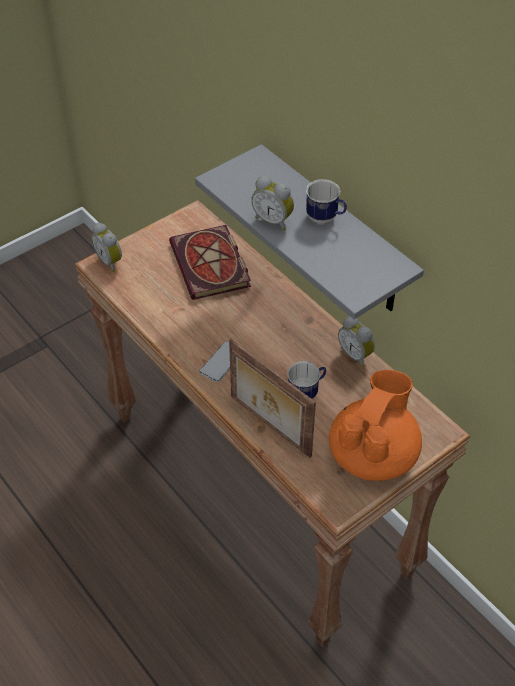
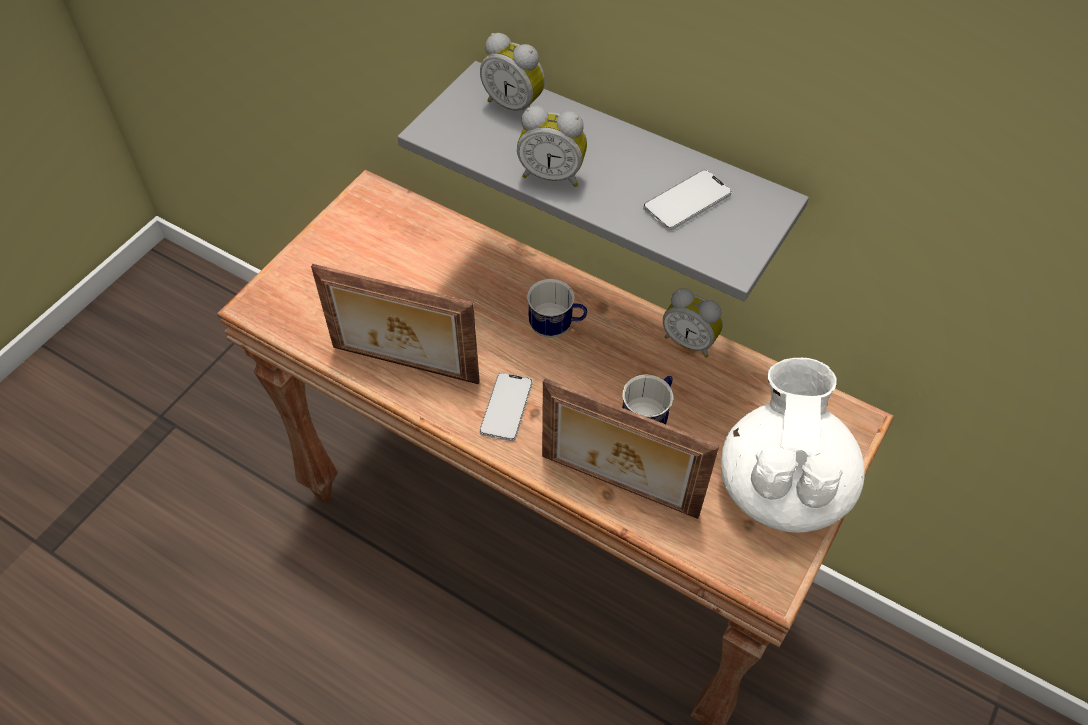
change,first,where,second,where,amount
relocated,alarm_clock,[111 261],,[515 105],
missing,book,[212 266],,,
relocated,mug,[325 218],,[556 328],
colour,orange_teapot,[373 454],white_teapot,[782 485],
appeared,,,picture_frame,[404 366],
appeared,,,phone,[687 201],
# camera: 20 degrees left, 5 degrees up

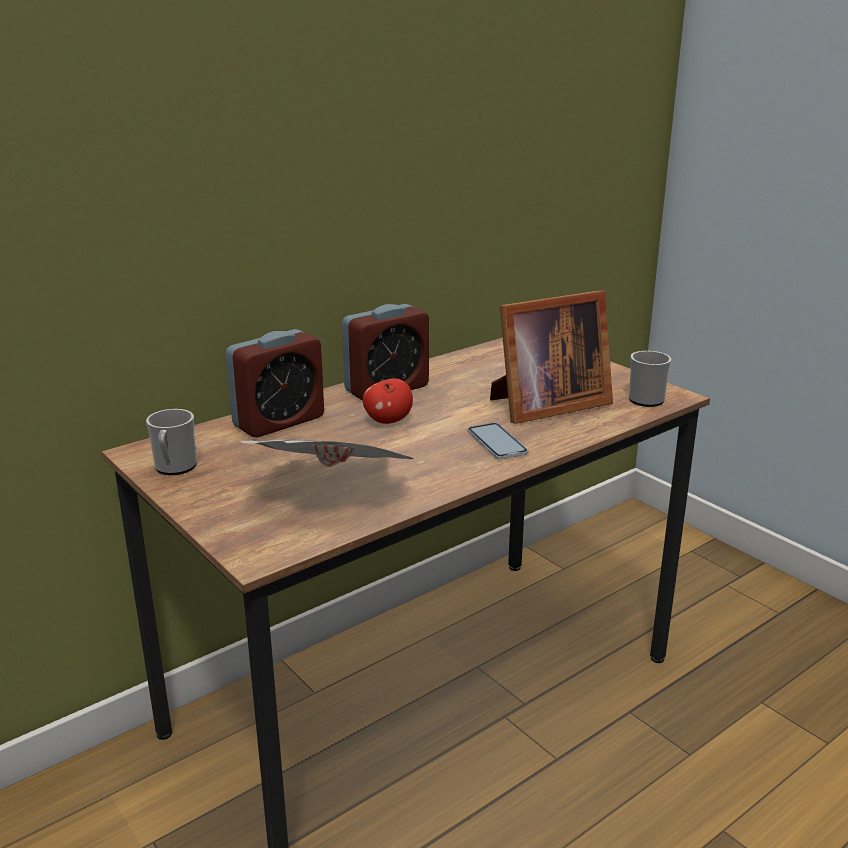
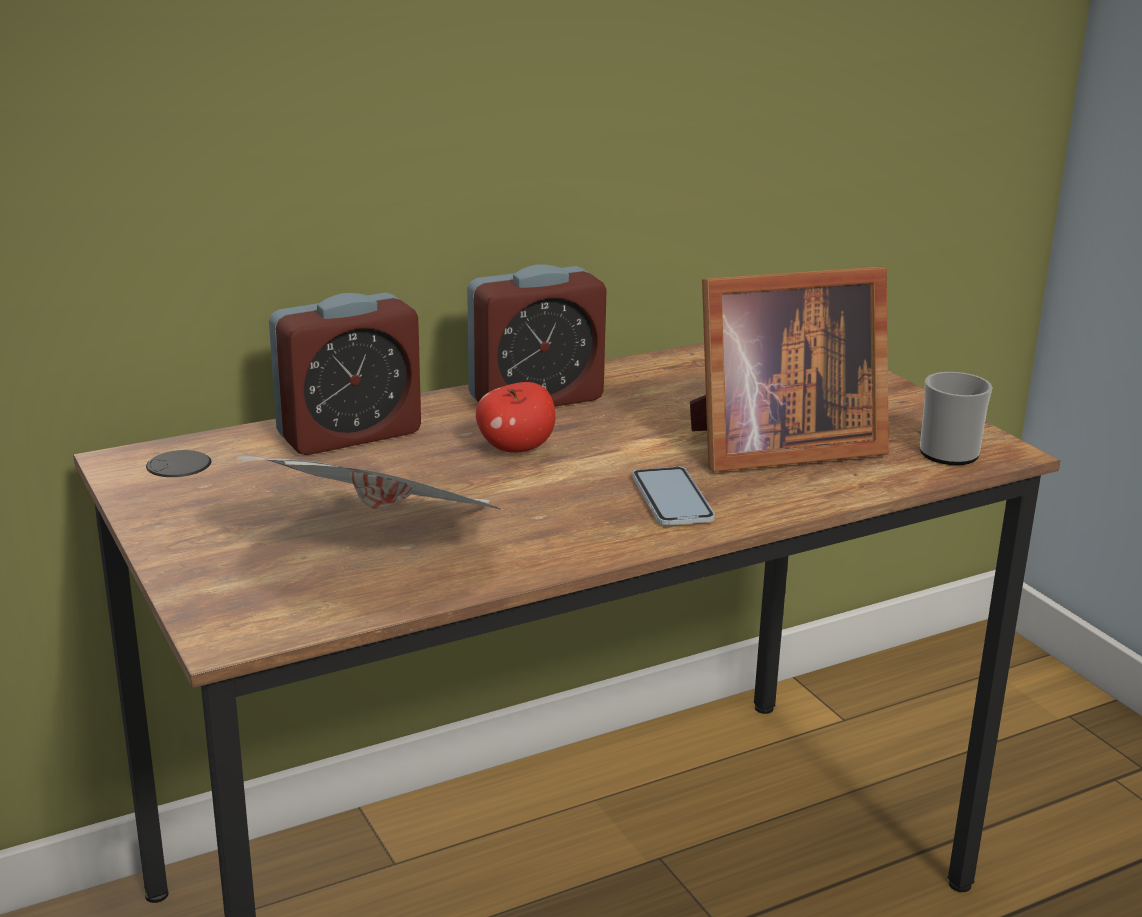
change,first,where,second,where,amount
missing,mug,[174 468],,,
# camera: 10 degrees right, 0 degrees up

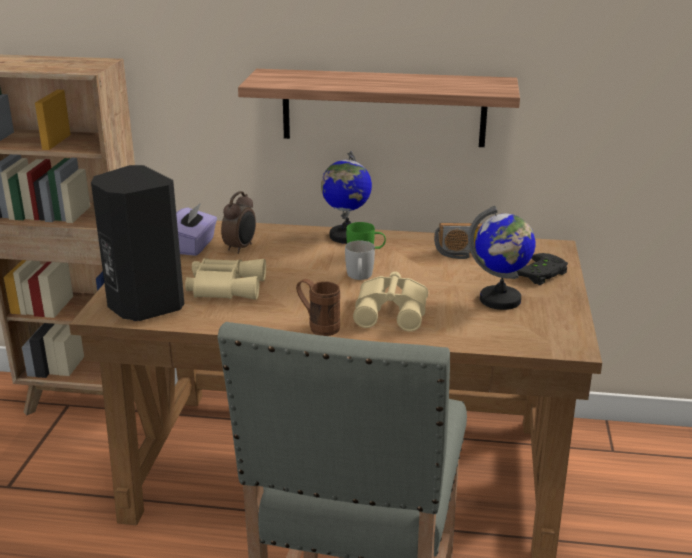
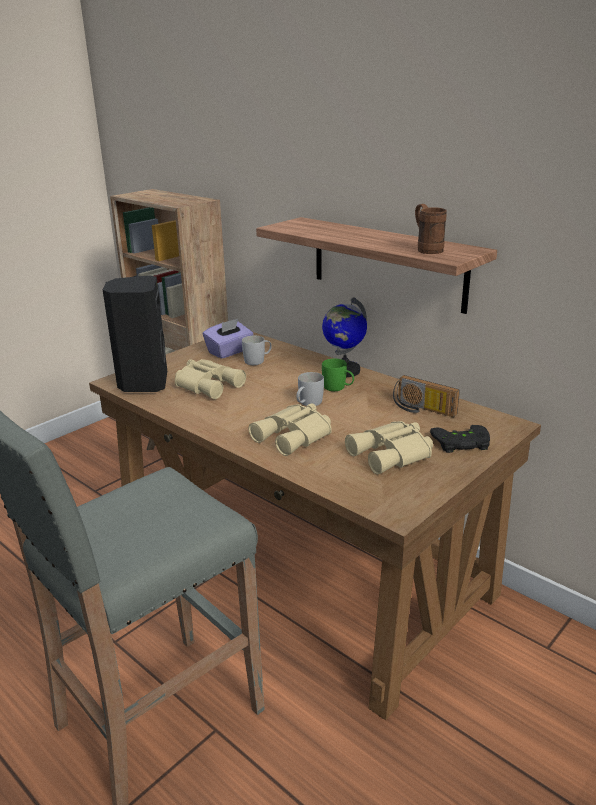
change,first,where,second,where,amount
exchanged,alarm_clock,[241 248],white_mug,[258 360],
relocated,brown_mug,[318 326],,[426 249],
exchanged,globe,[500 300],beige_binoculars,[392 454],
# camera: 35 degrees right, 0 degrees up

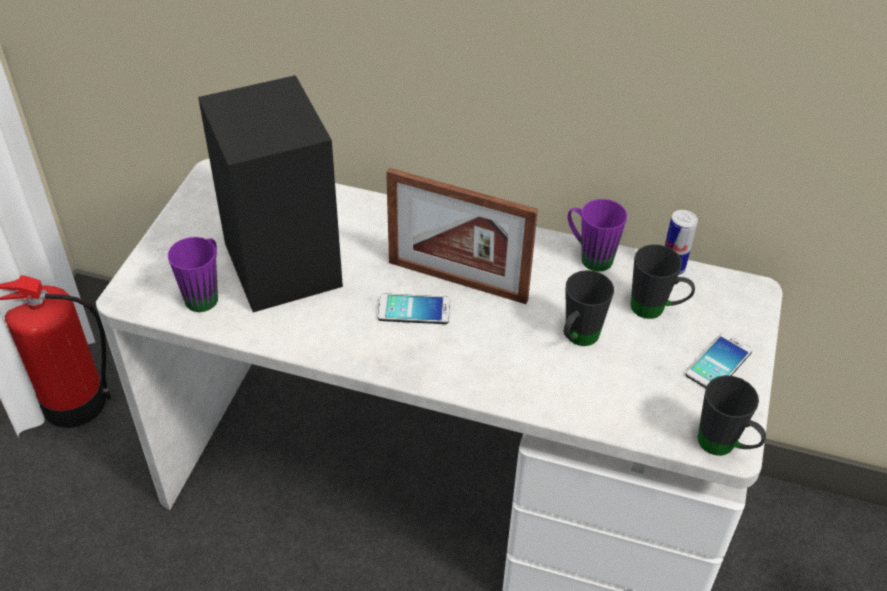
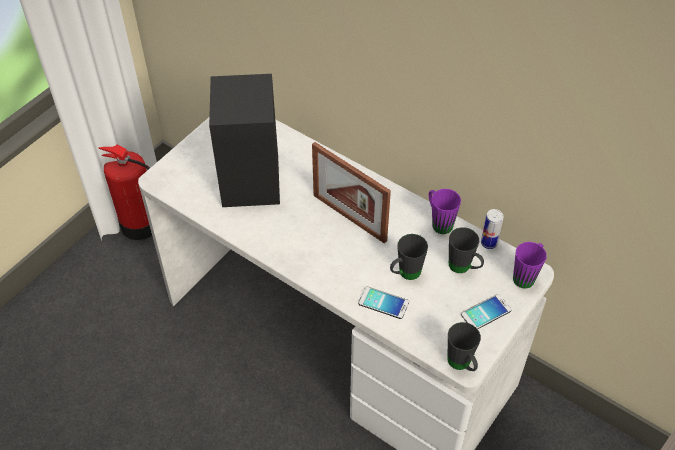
change,first,where,second,where,amount
relocated,purple_mug,[206 293],,[526 275],
relocated,phone,[414 310],,[383 303],
# camera: 20 degrees right, 5 degrees up

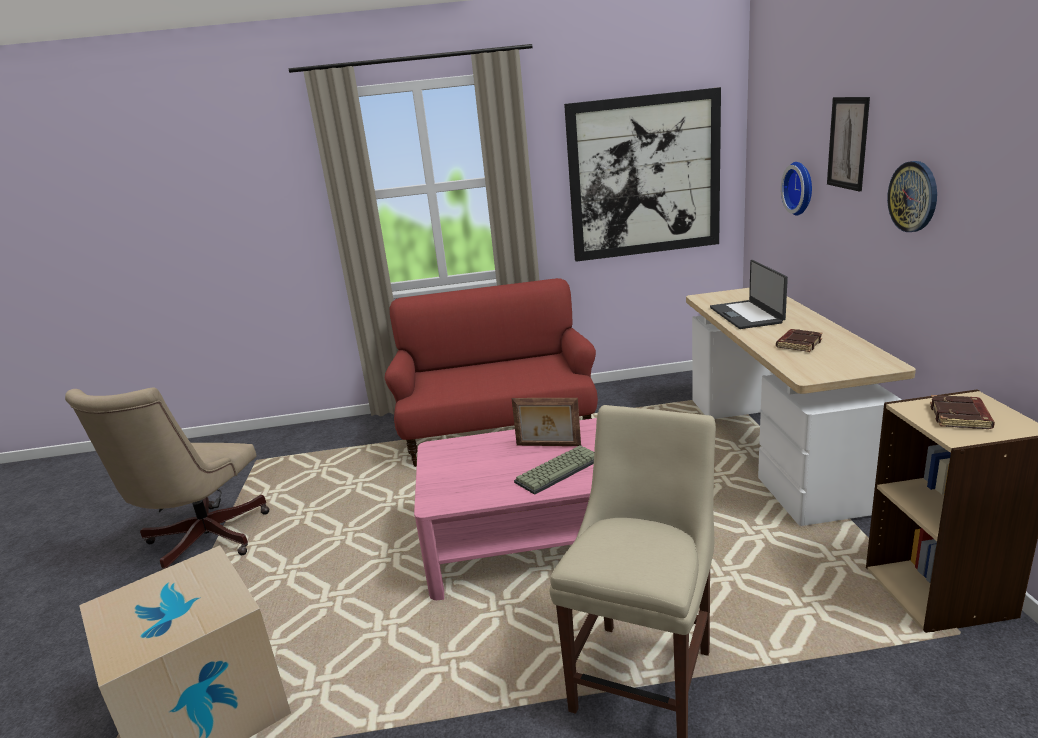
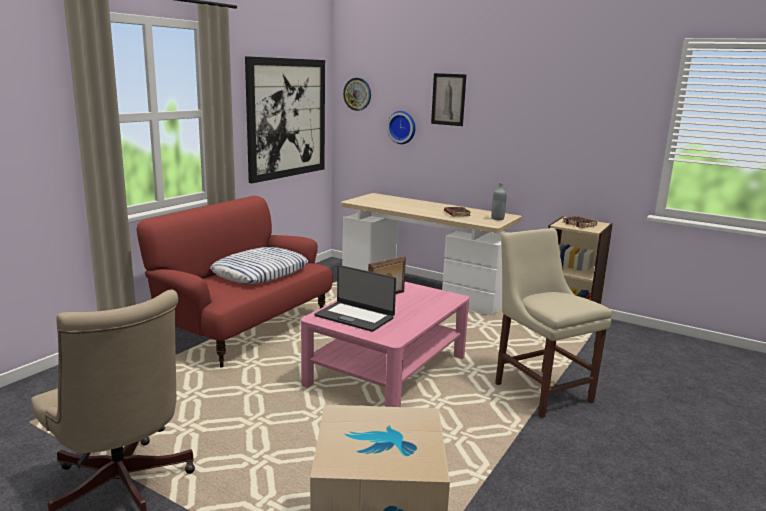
change,first,where,second,where,amount
missing,keyboard,[558 469],,,
relocated,laptop,[747 315],,[355 316],
relocated,wall_clock,[913 196],,[357 94],
appeared,,,pillow,[260 272],
appeared,,,grey_bottle,[497 219],
# camera: 55 degrees left, 5 degrees down

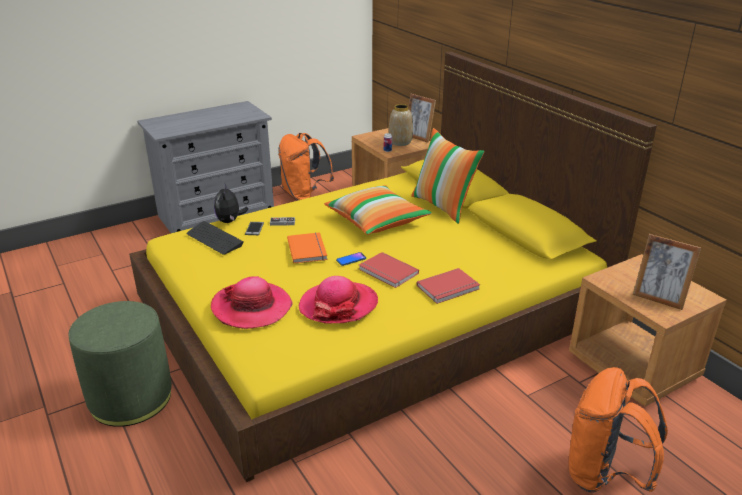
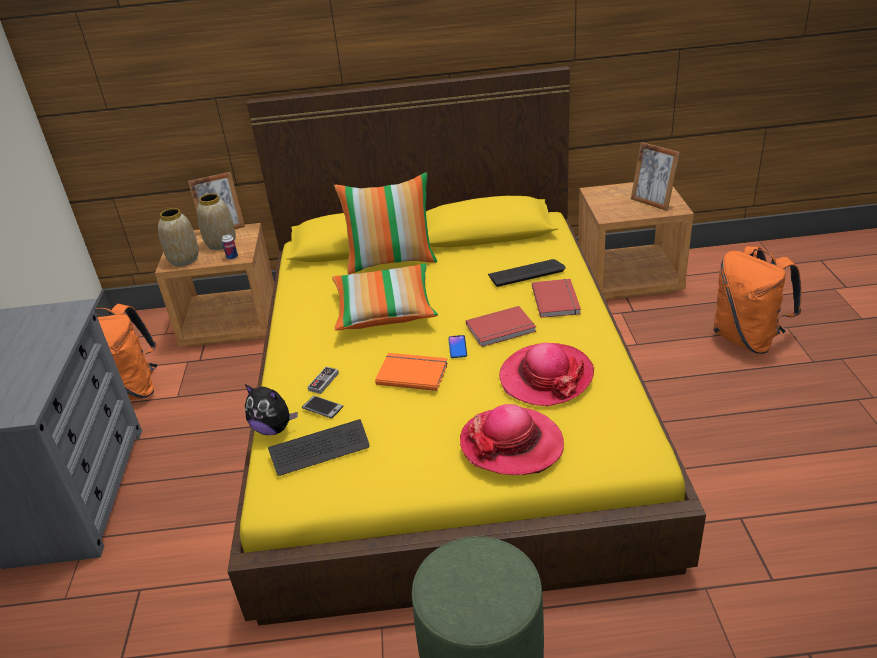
change,first,where,second,where,amount
spun,picture_frame,[658 299],,[652 202],75 degrees clockwise
appeared,,,vase,[183 259],
appeared,,,keyboard,[526 273],
# camera: 60 degrees left, 5 degrees up

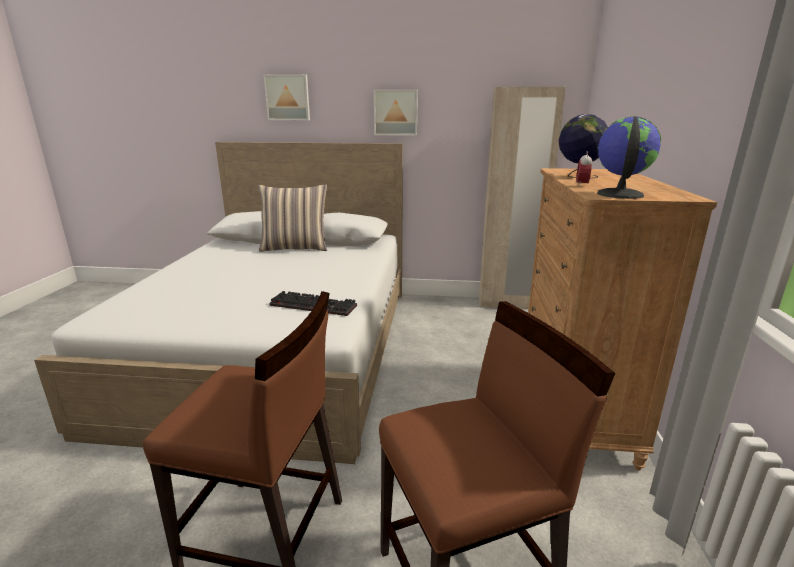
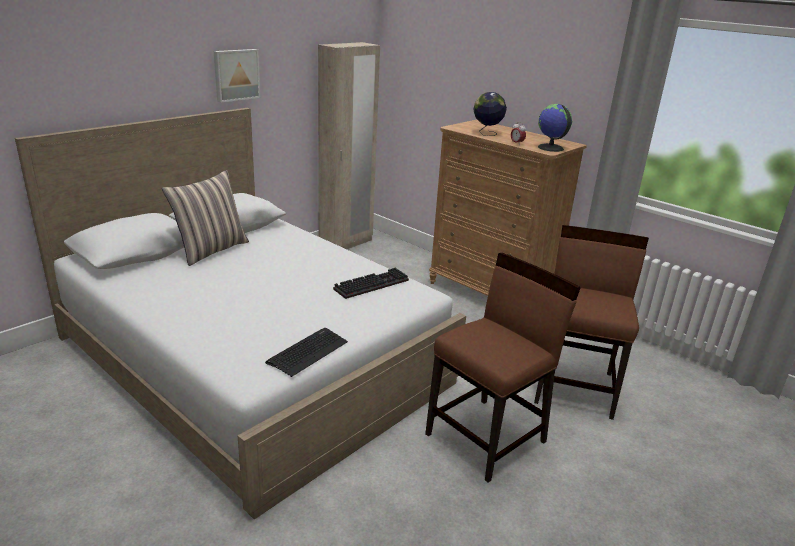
change,first,where,second,where,amount
missing,picture,[288 97],,,
appeared,,,keyboard,[308 352],
# camera: 55 degrees left, 5 degrees up

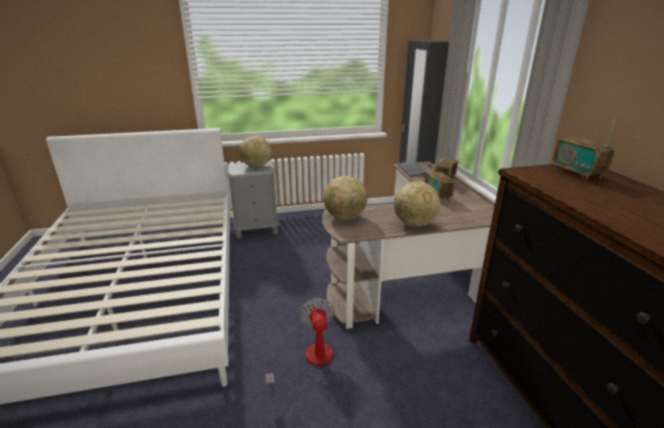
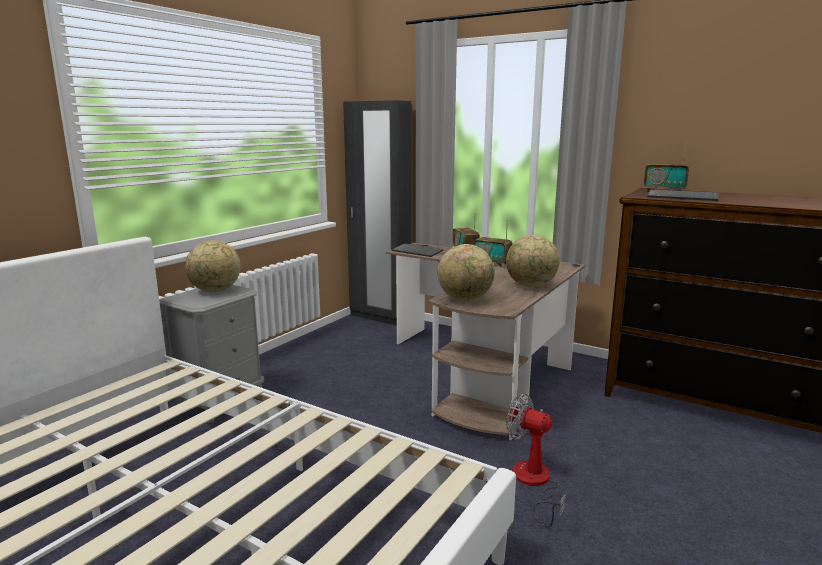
change,first,where,second,where,amount
appeared,,,keyboard,[683 197],
# camera: 45 degrees left, 10 degrees down

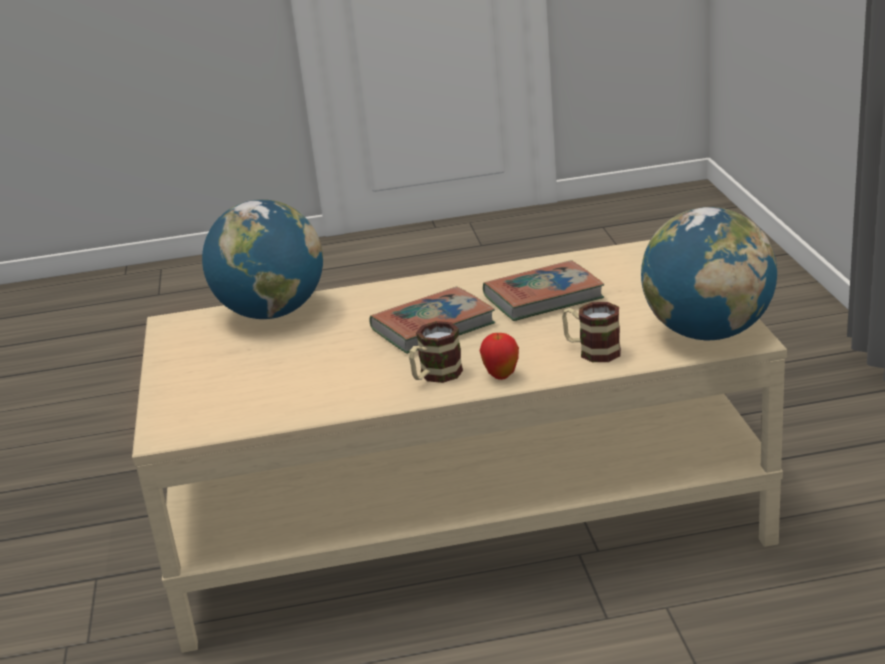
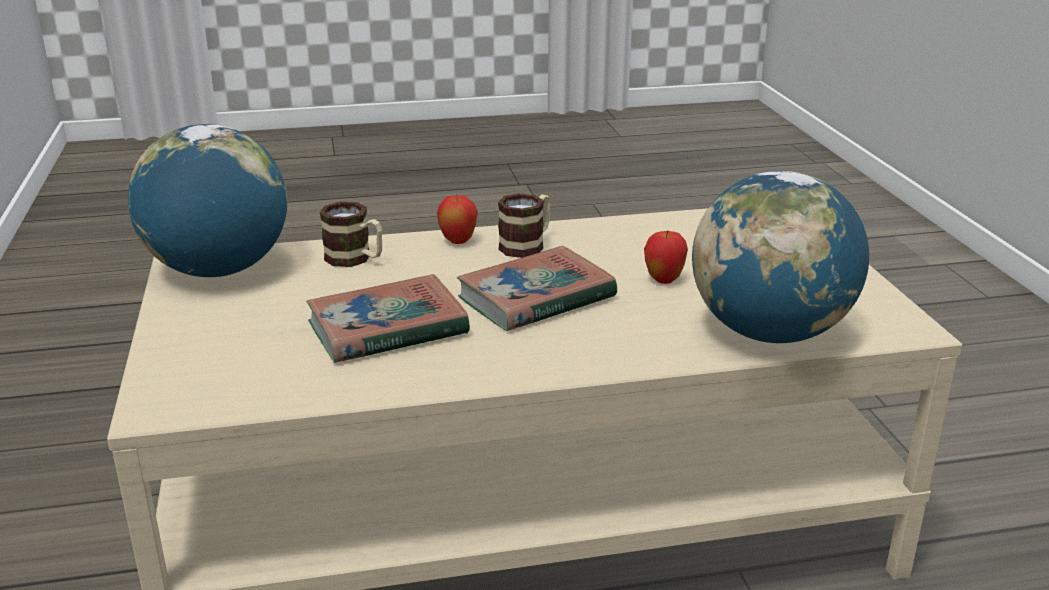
change,first,where,second,where,amount
appeared,,,apple,[664 280],
# camera: 175 degrees right, 0 degrees up

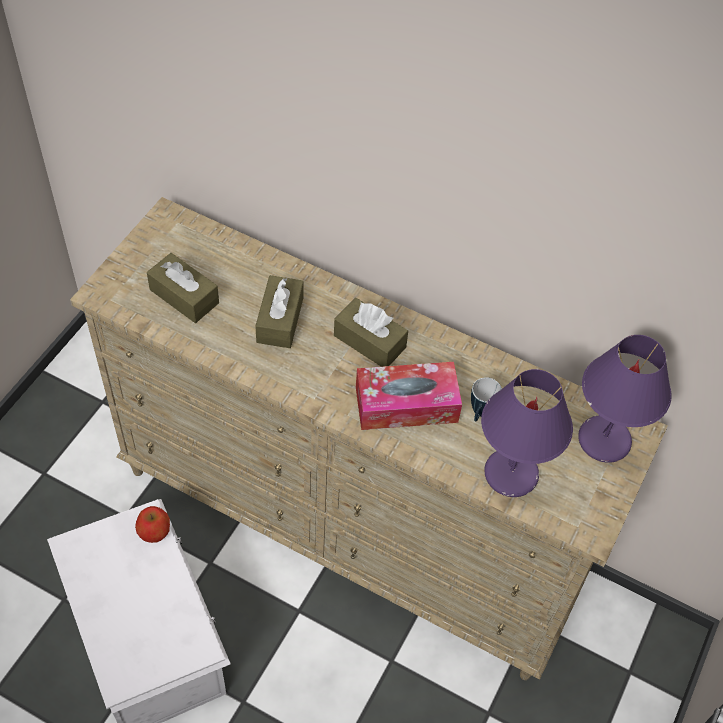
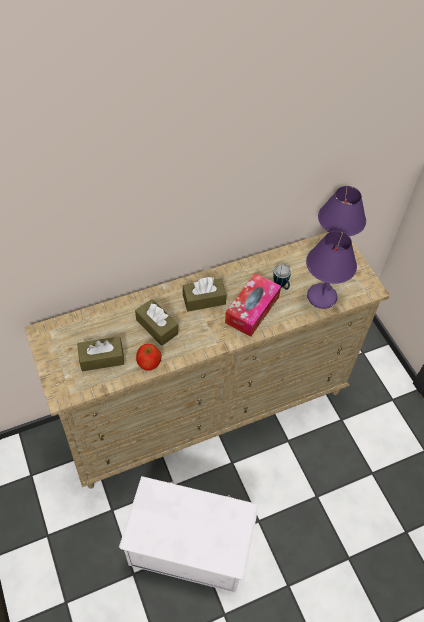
change,first,where,second,where,amount
relocated,apple,[154 530],,[149 362],
# camera: 50 degrees left, 0 degrees up

